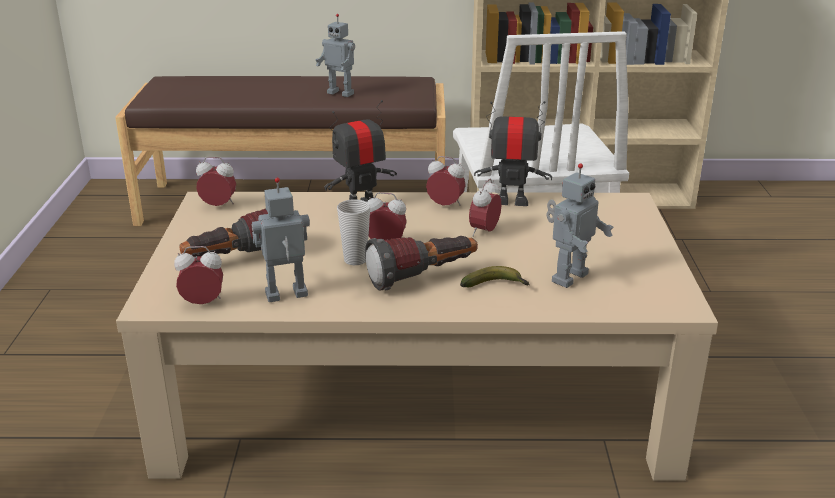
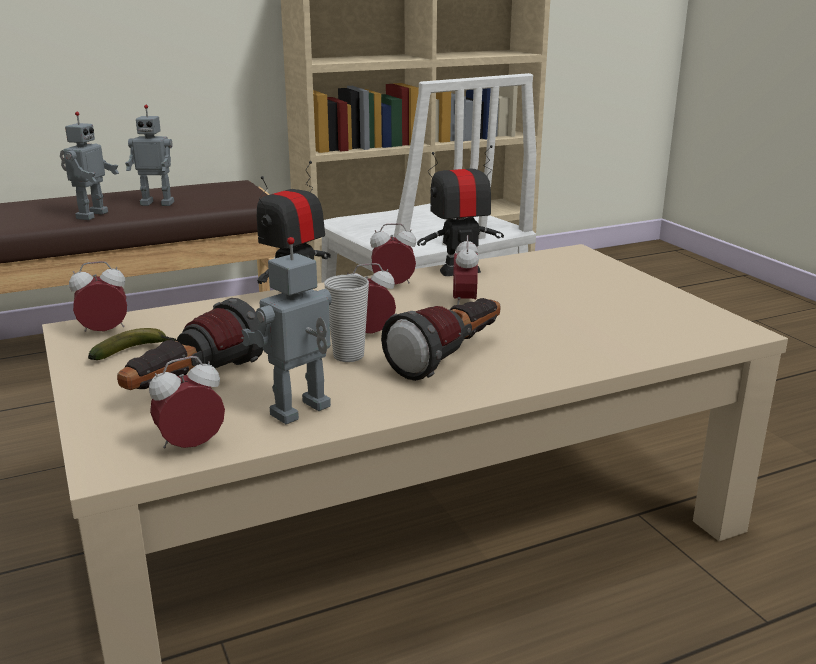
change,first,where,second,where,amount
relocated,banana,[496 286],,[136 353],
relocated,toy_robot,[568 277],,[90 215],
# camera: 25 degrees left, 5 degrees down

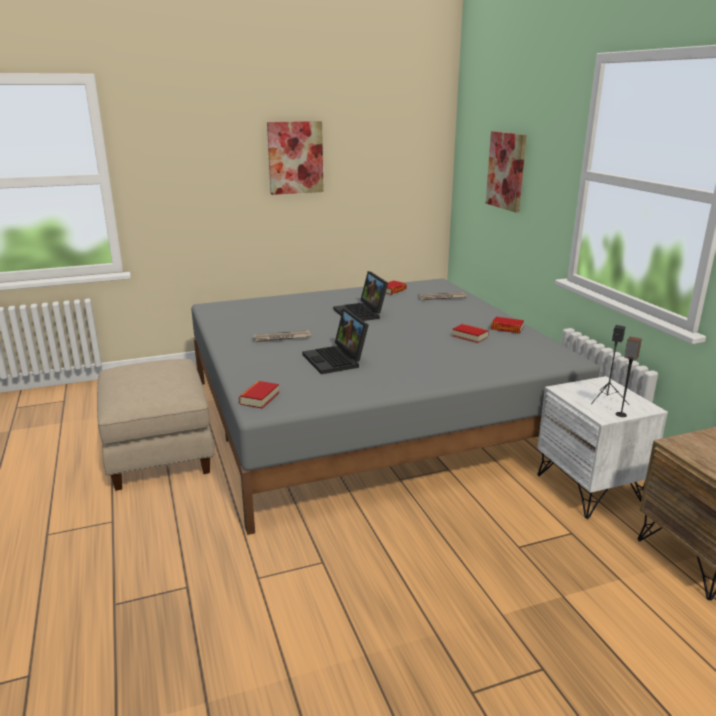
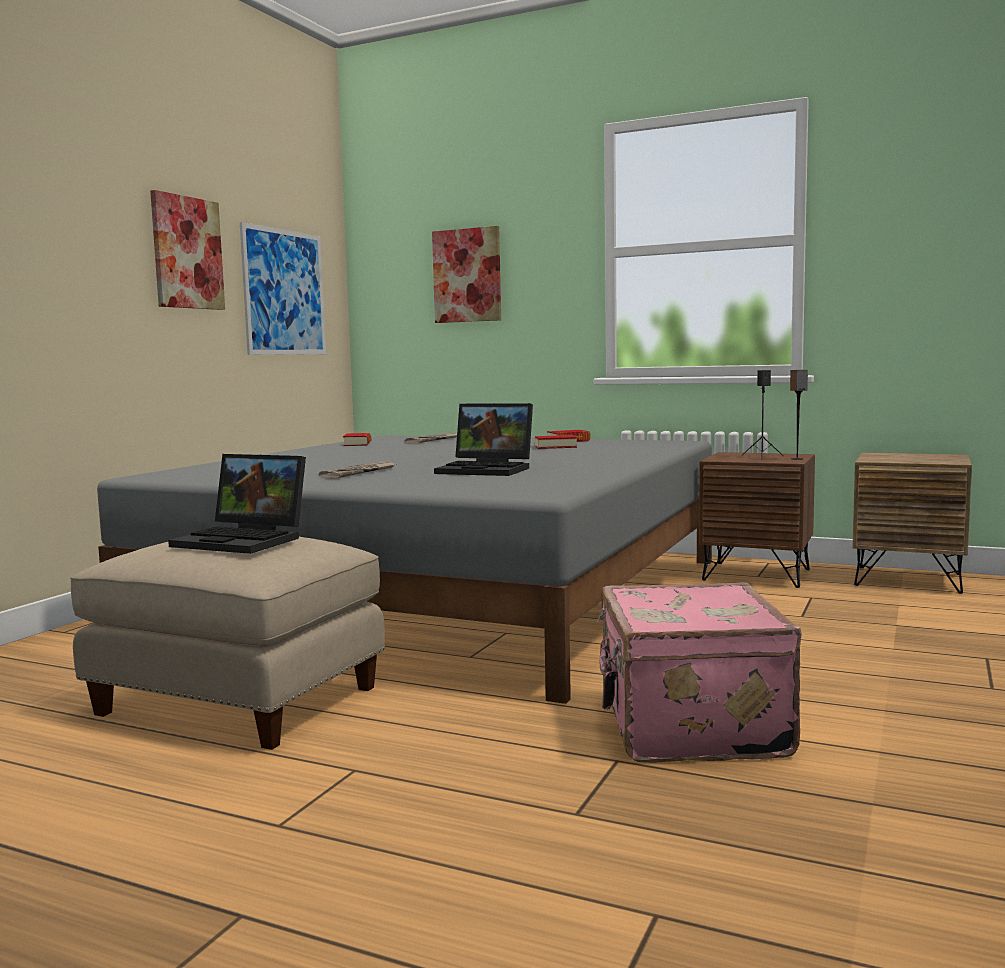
change,first,where,second,where,amount
missing,book,[259 398],,,
relocated,laptop,[361 313],,[245 540],
colour,white_nightstand,[589 489],brown_nightstand,[757 575],
appeared,,,picture,[284 292],
appeared,,,pink_suitcase,[688 726],
# camera: 45 degrees left, 15 degrees down

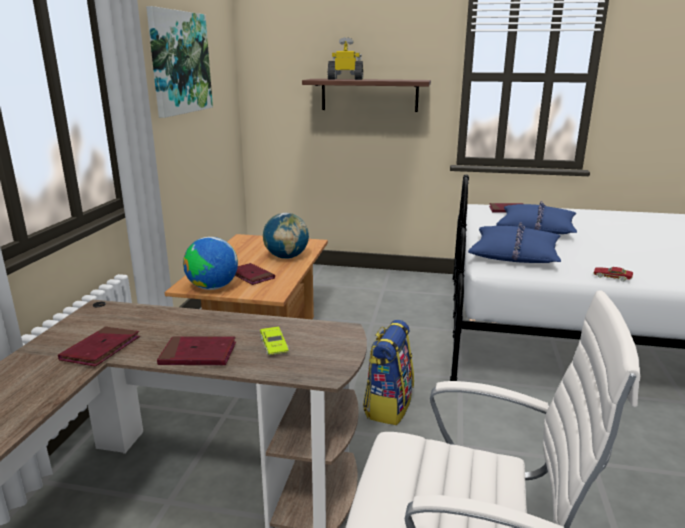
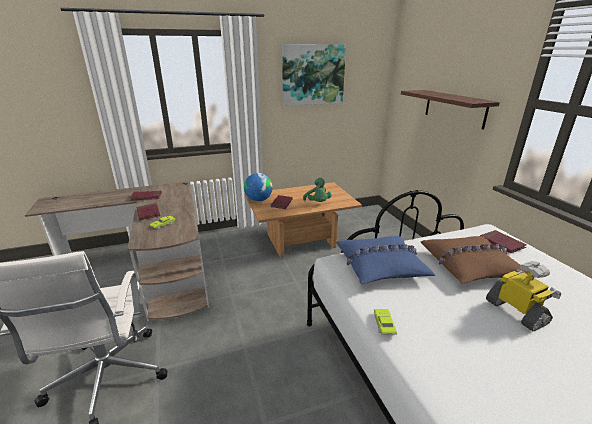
change,first,where,second,where,amount
exchanged,globe,[286 257],green_plush_toy,[317 203],
relocated,toy_robot,[346 79],,[517 312],
missing,backpack,[388 406],,,
colour,blue_pillow,[536 228],brown_pillow,[470 265],
colour,red_toy_car,[612 277],green_toy_car,[384 324],
# camera: 60 degrees right, 5 degrees up

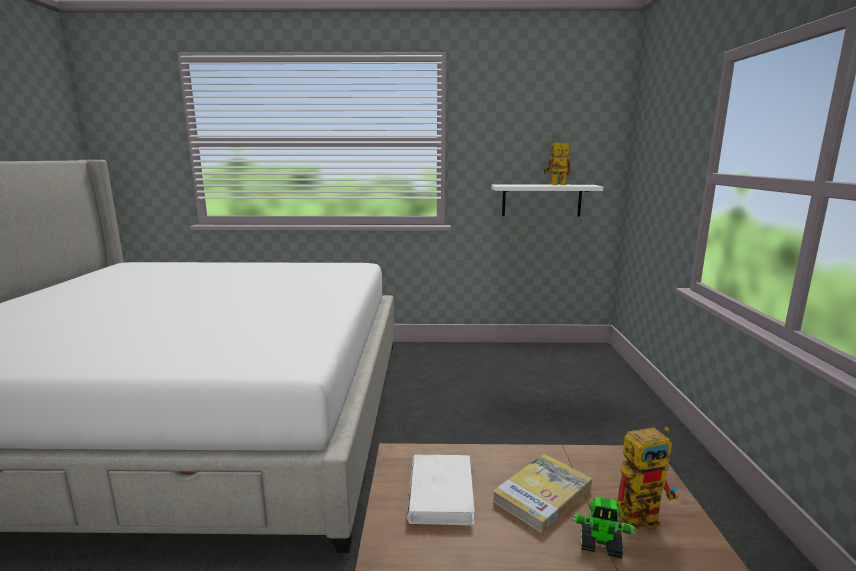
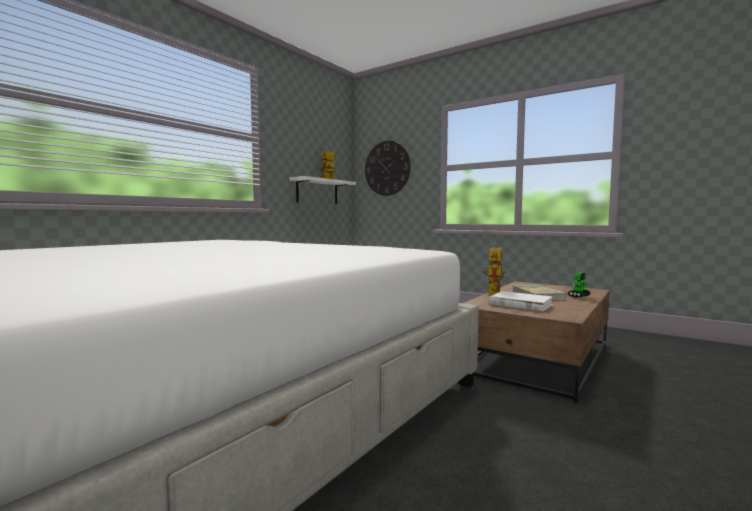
change,first,where,second,where,amount
relocated,toy_robot,[643 515],,[493 293],
appeared,,,wall_clock,[387 168],
# camera: 55 degrees left, 10 degrees down

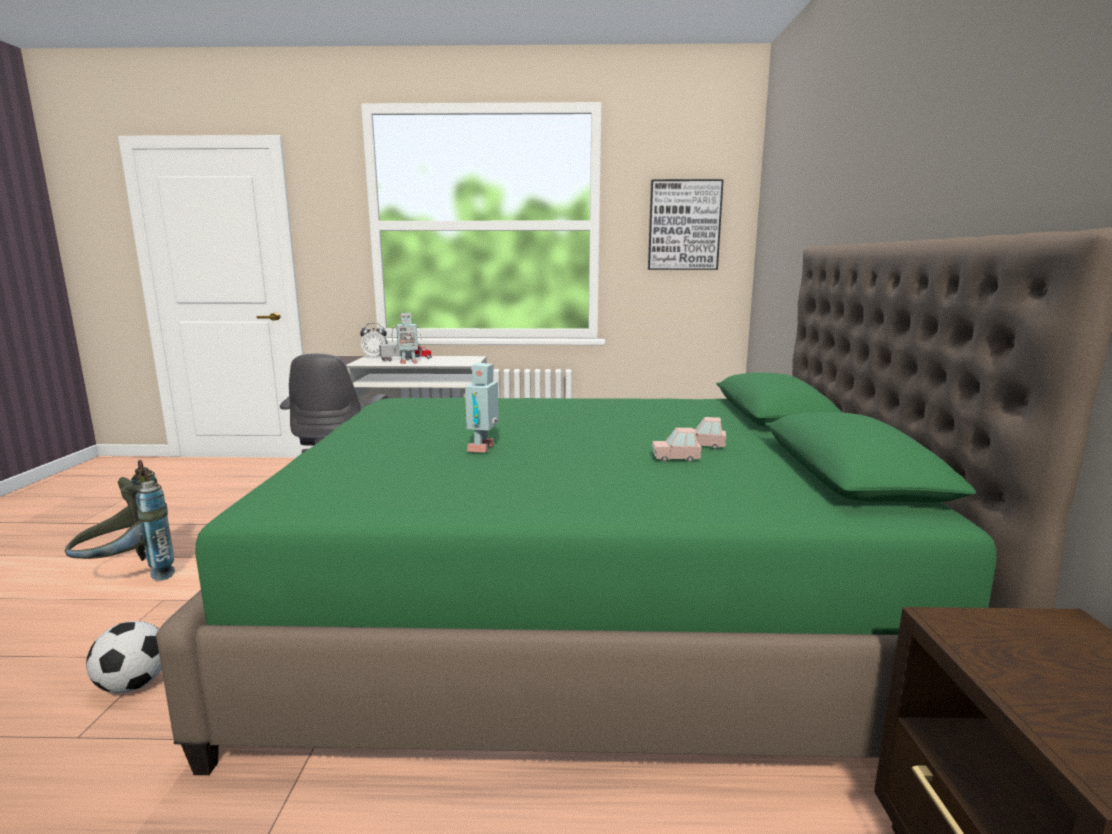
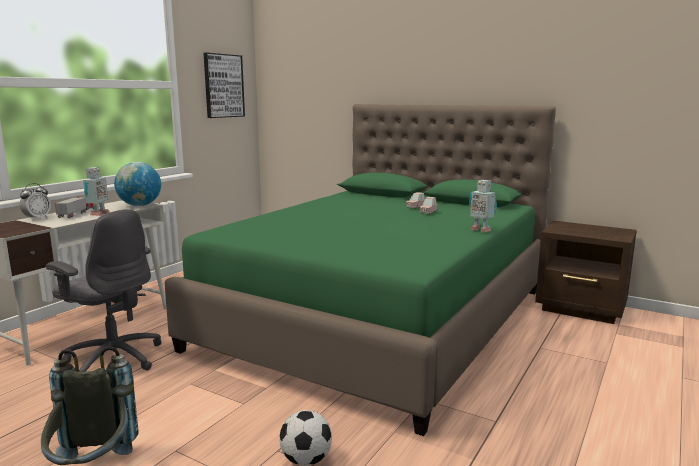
change,first,where,second,where,amount
relocated,toy_robot,[484 448],,[480 230],
appeared,,,globe,[140 205],
# camera: 60 degrees left, 0 degrees up

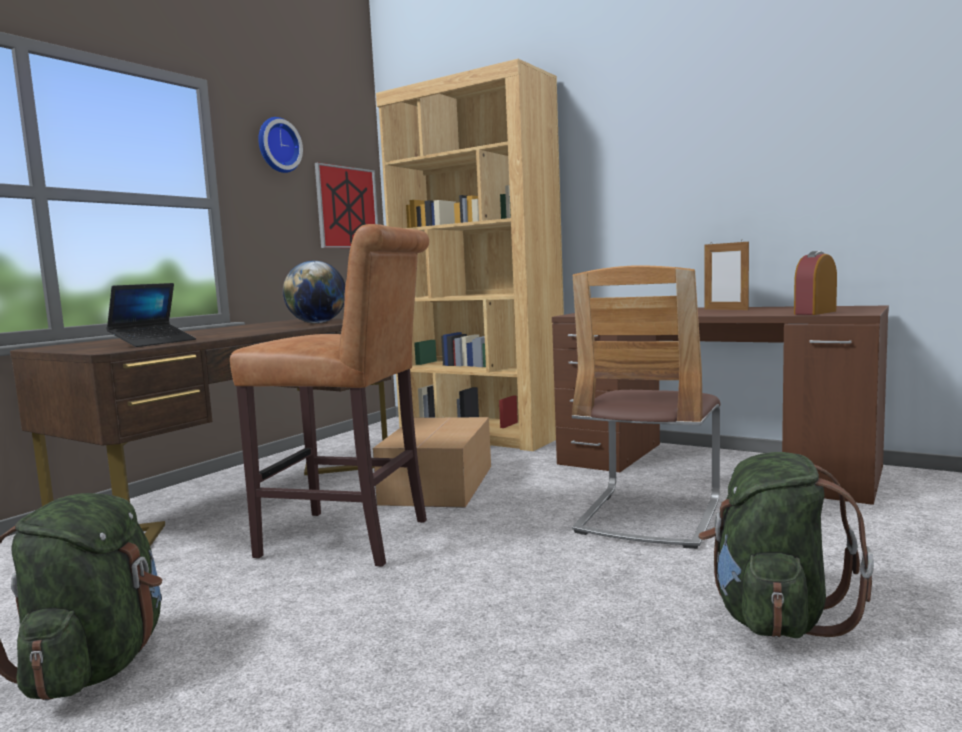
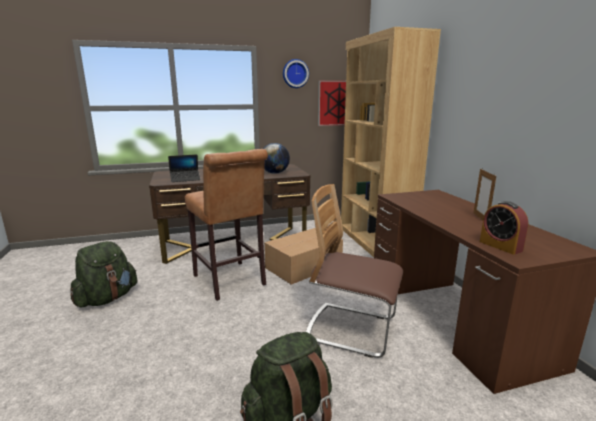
change,first,where,second,where,amount
spun,chair,[649 516],,[351 330],45 degrees clockwise
spun,alarm_clock,[815 312],,[500 246],120 degrees counterclockwise
# camera: 40 degrees right, 10 degrees up

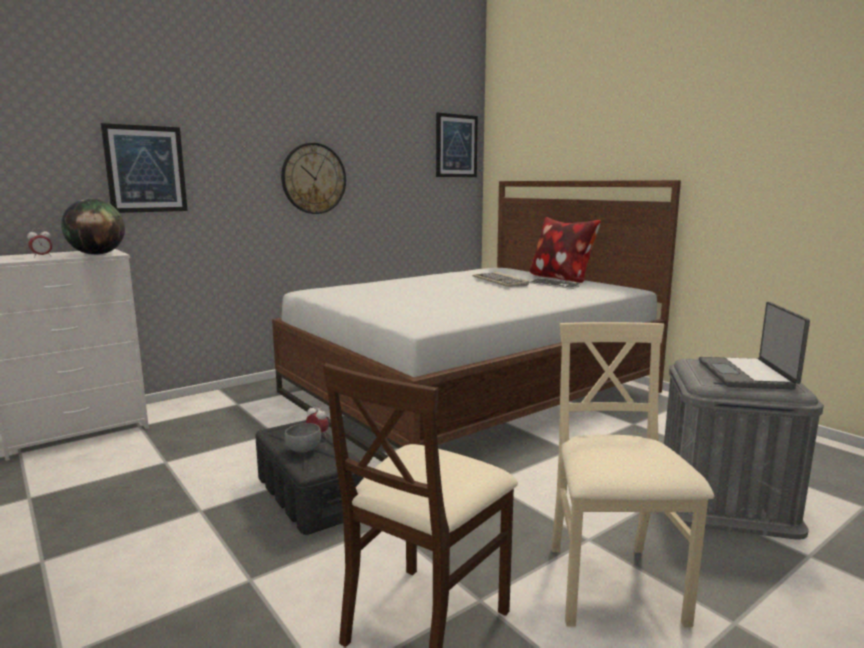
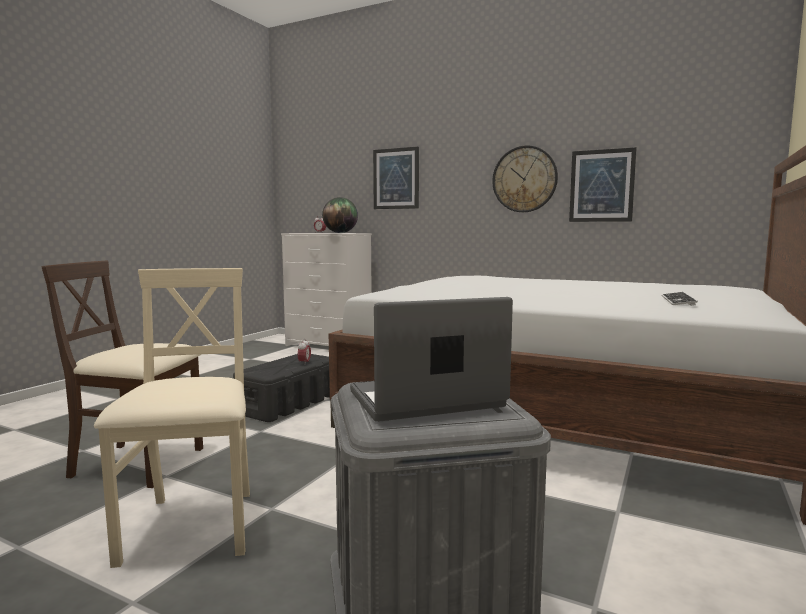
change,first,where,second,where,amount
missing,grey_bowl,[303 450],,,
relocated,picture,[456 146],,[602 186],
missing,keyboard,[500 282],,,
missing,pillow,[560 279],,,
spun,beige_chair,[612 585],,[192 527],75 degrees counterclockwise
# camera: 65 degrees right, 5 degrees down

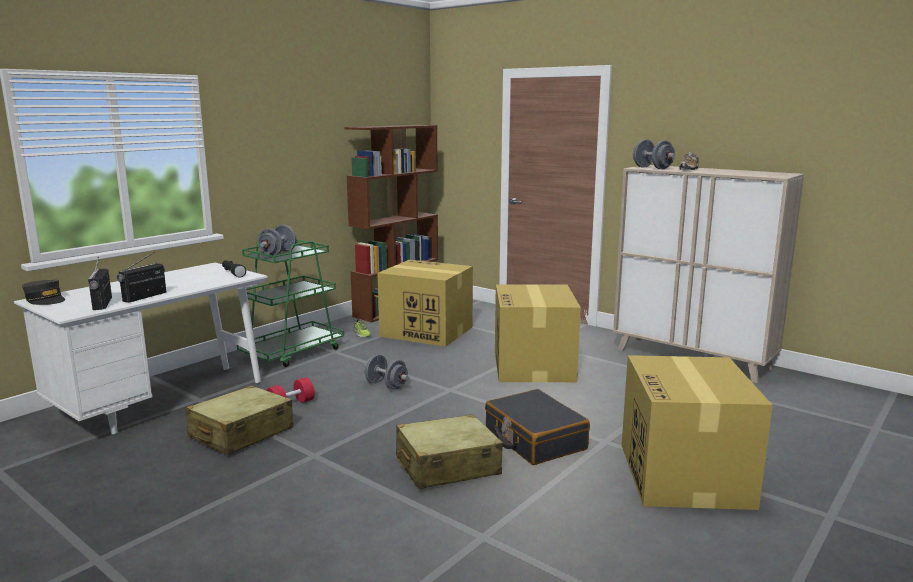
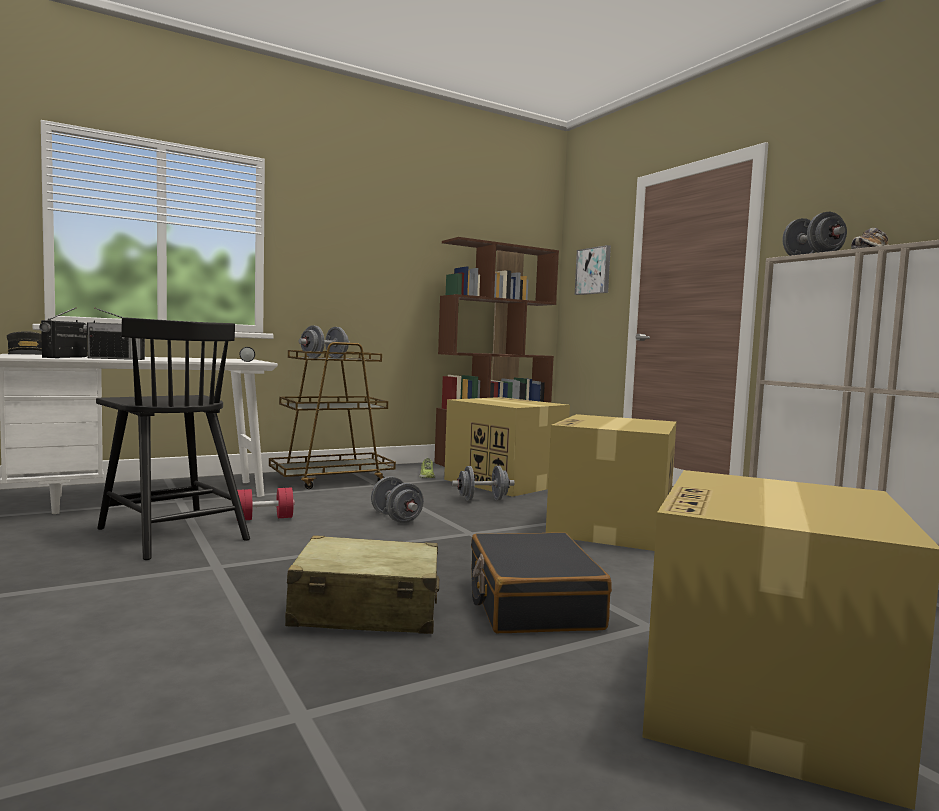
change,first,where,second,where,amount
spun,radio,[145 297],,[116 359],150 degrees counterclockwise
exchanged,beige_suitcase,[241 433],black_chair,[172 533],
colour,green_cart,[293 352],brown_cart,[332 480],
appeared,,,grey_dumbbell,[482 500],
appeared,,,picture,[593 271],
# camera: 20 degrees right, 10 degrees down

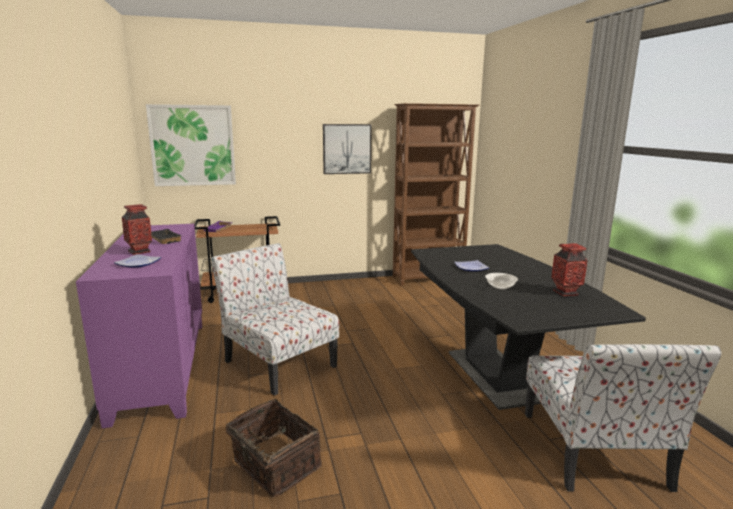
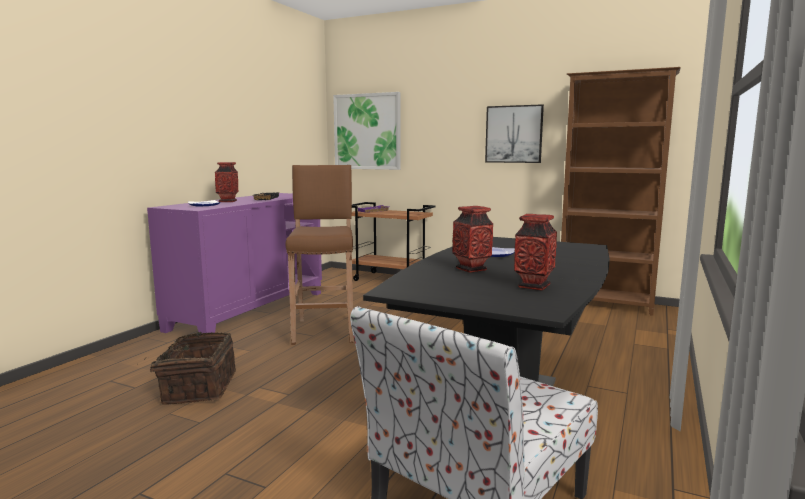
change,first,where,second,where,amount
exchanged,chair,[278 363],brown_stool,[324 330],
exchanged,bowl,[500 287],vase,[471 269],
# camera: 40 degrees right, 5 degrees down

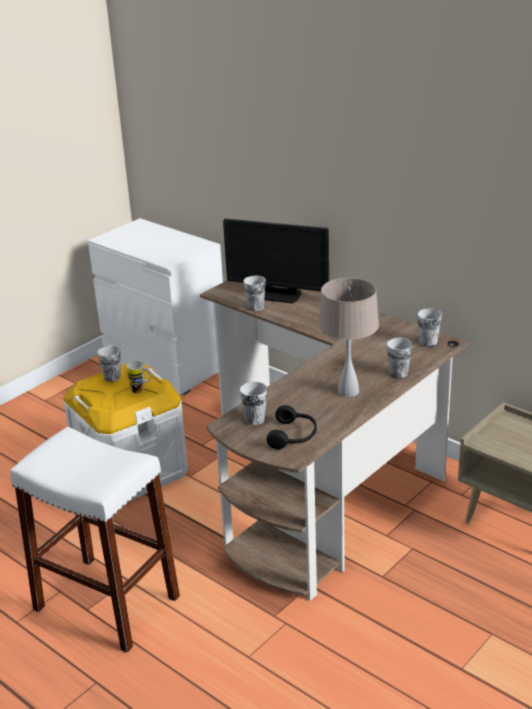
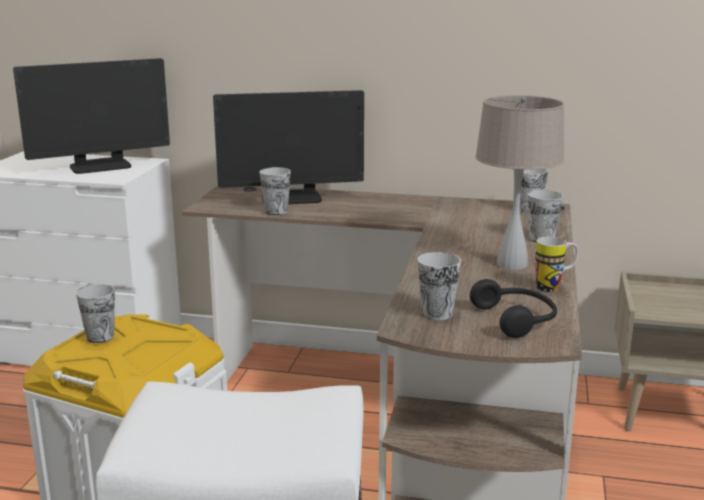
change,first,where,second,where,amount
relocated,mug,[141 390],,[554 288],
appeared,,,monitor,[100 166],
# camera: 30 degrees left, 10 degrees down

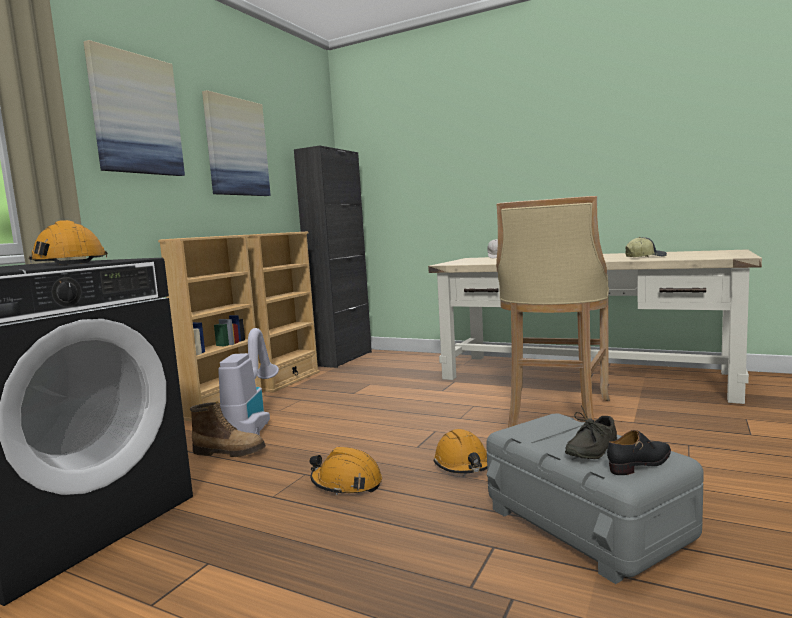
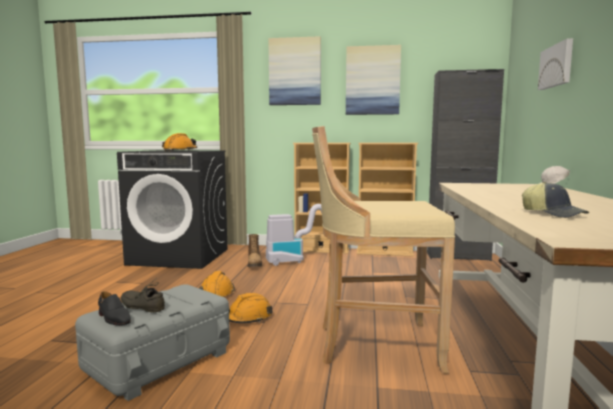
change,first,where,second,where,amount
appeared,,,picture,[557 66],
# camera: 70 degrees right, 0 degrees up

